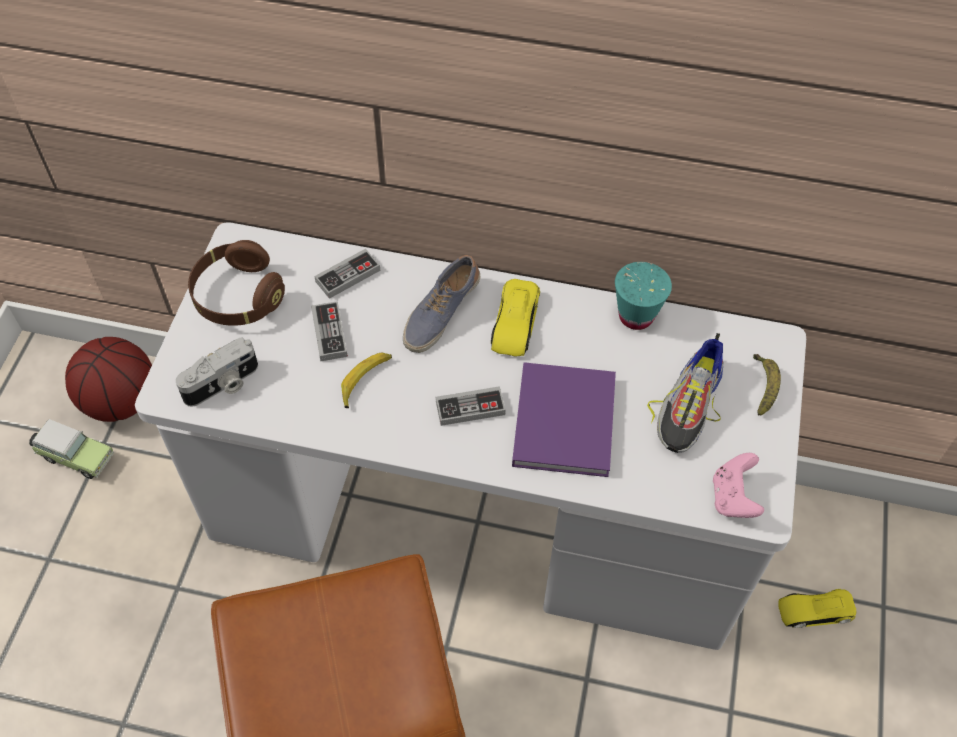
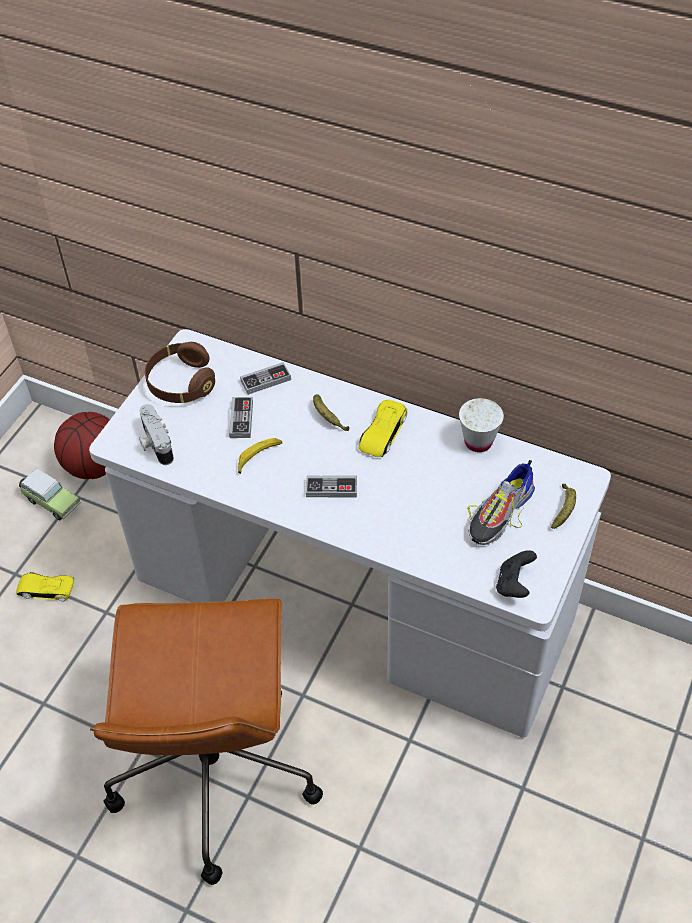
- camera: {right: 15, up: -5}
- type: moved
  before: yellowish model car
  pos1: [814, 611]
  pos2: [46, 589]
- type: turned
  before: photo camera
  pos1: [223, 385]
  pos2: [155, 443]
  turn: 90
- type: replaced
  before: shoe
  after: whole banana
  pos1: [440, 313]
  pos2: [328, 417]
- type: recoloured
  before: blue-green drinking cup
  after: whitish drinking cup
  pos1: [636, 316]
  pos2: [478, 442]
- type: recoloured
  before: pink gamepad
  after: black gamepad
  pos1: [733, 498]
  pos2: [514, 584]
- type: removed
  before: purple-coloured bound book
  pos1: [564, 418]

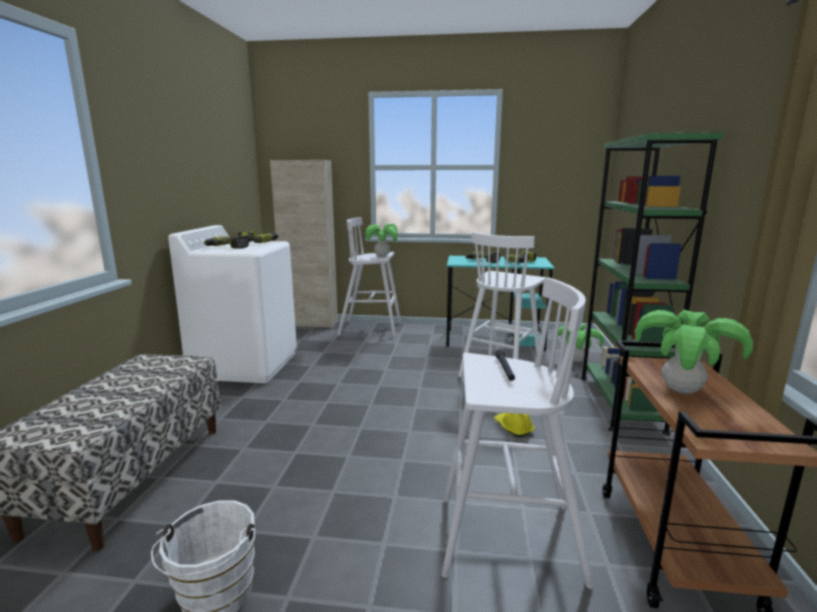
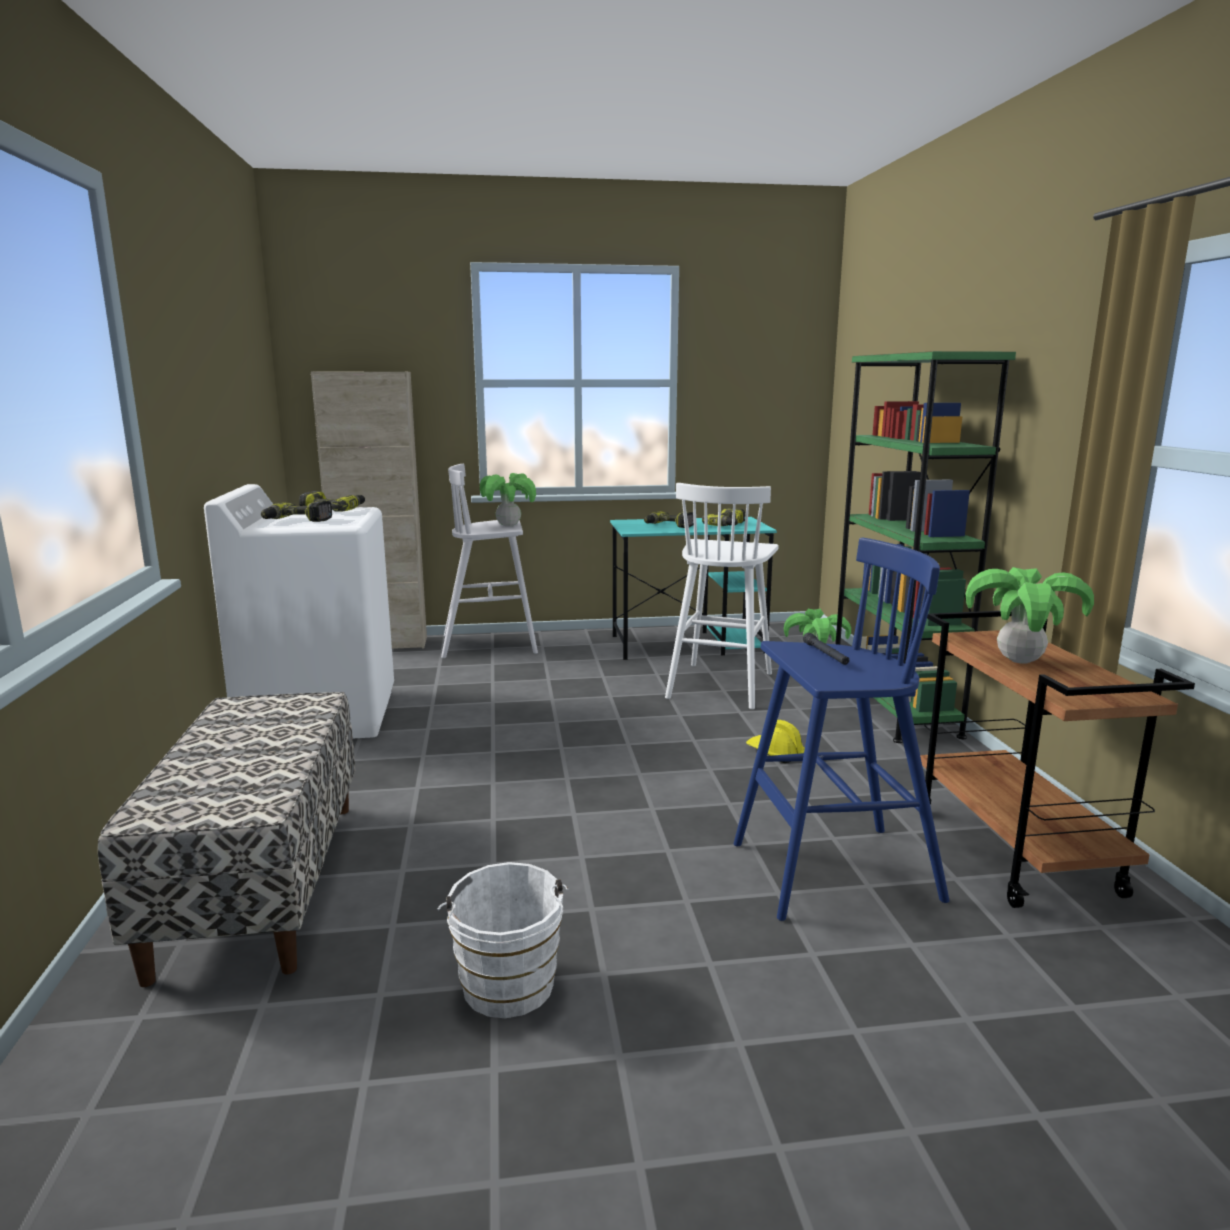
- camera: {right: -15, up: 0}
- type: recoloured
  before: whitish stool seat
  after: blue stool seat
  pos1: [506, 538]
  pos2: [830, 872]

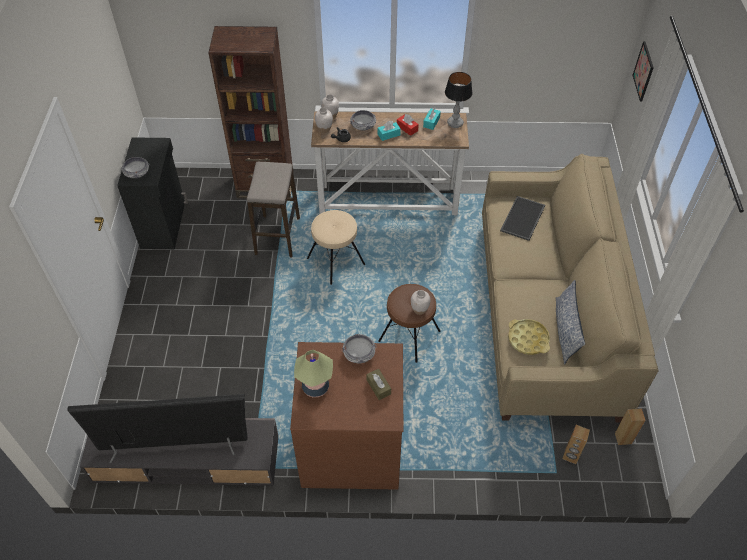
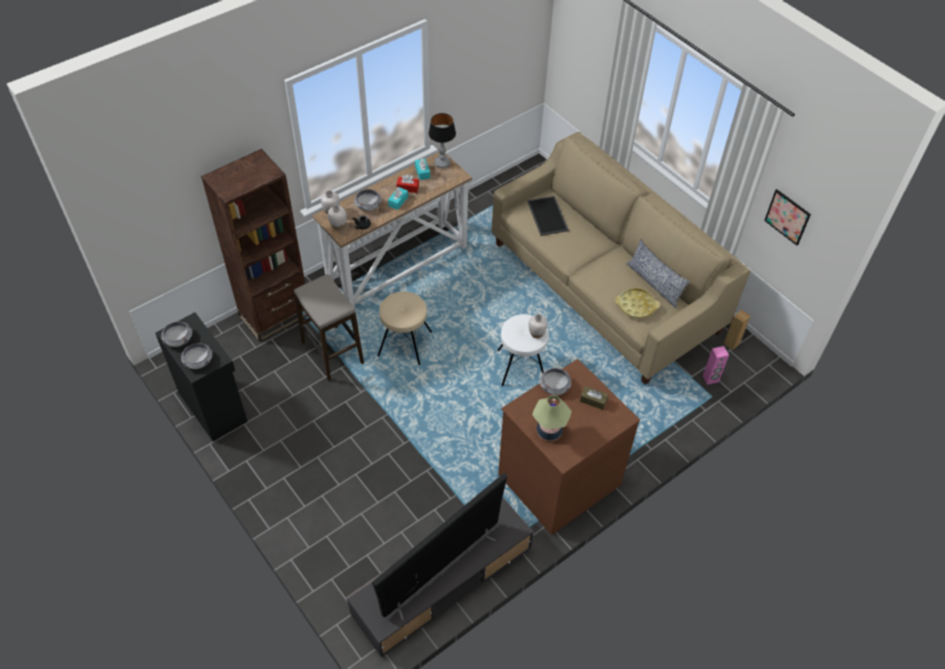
- camera: {right: -40, up: 0}
- type: added
  after: serving bowl
  pos2: [178, 338]
- type: recoloured
  before: brown stool seat
  after: whitish stool seat
  pos1: [409, 336]
  pos2: [521, 367]
- type: recoloured
  before: brown speaker
  after: pink speaker
  pos1: [570, 456]
  pos2: [710, 379]
- type: moved
  before: wall art
  pos1: [643, 71]
  pos2: [787, 217]

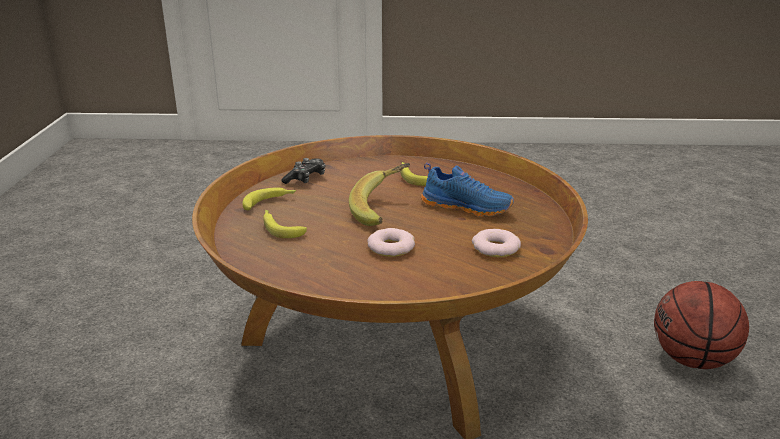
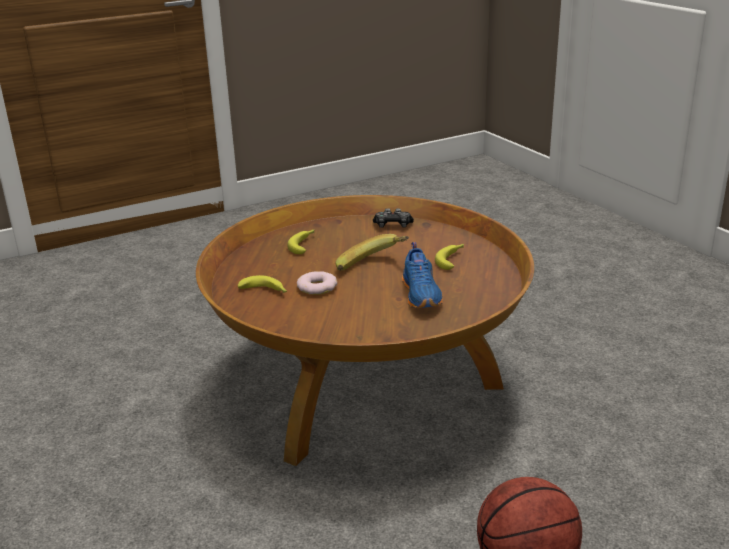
- camera: {right: 60, up: 0}
- type: moved
  before: whole banana
  pos1: [269, 202]
  pos2: [265, 291]
- type: removed
  before: donut
  pos1: [495, 248]

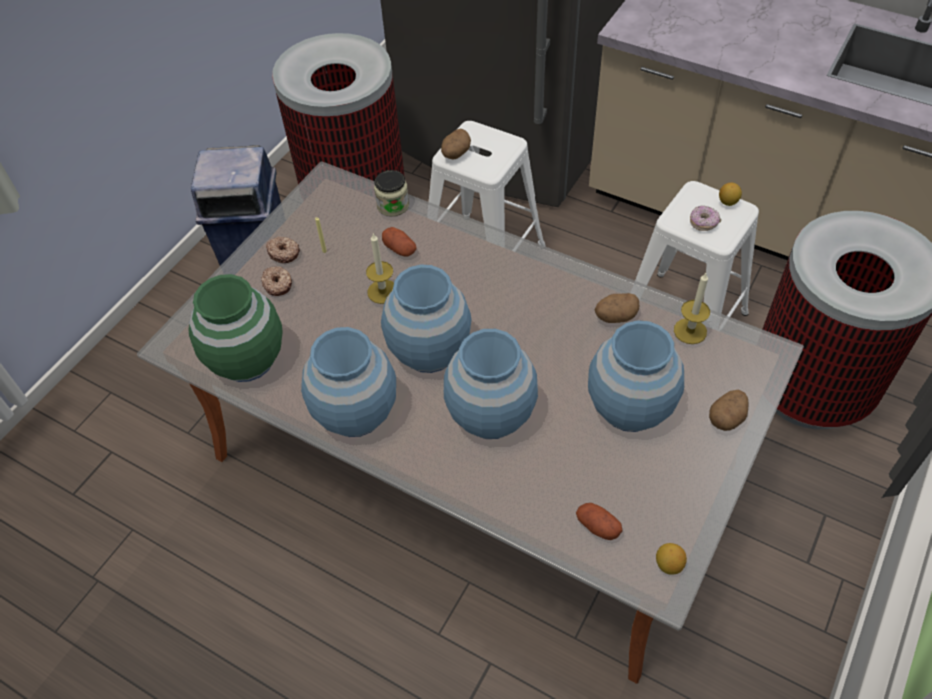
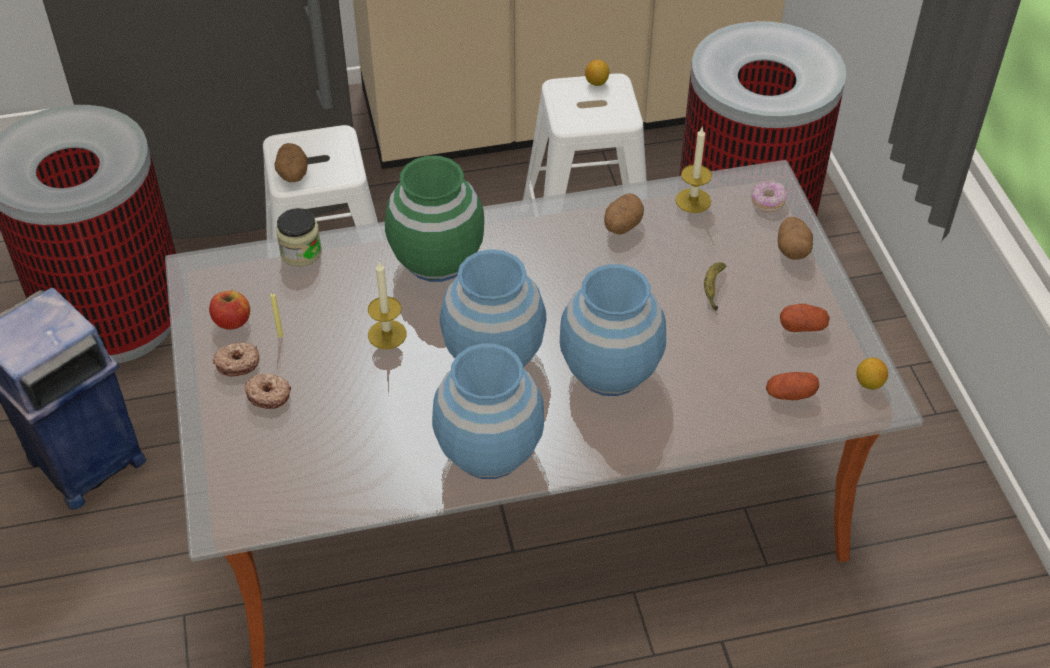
- camera: {right: -45, up: -5}
- type: added
  after: apple fruit
  pos2: [232, 321]
- type: moved
  before: green-coloured flower vase
  pos1: [246, 359]
  pos2: [436, 260]
- type: replaced
  before: blue flower vase
  after: whole banana
  pos1: [630, 406]
  pos2: [713, 289]
- type: moved
  before: donut
  pos1: [703, 223]
  pos2: [768, 202]
- type: moved
  before: potato
  pos1: [400, 249]
  pos2: [802, 326]

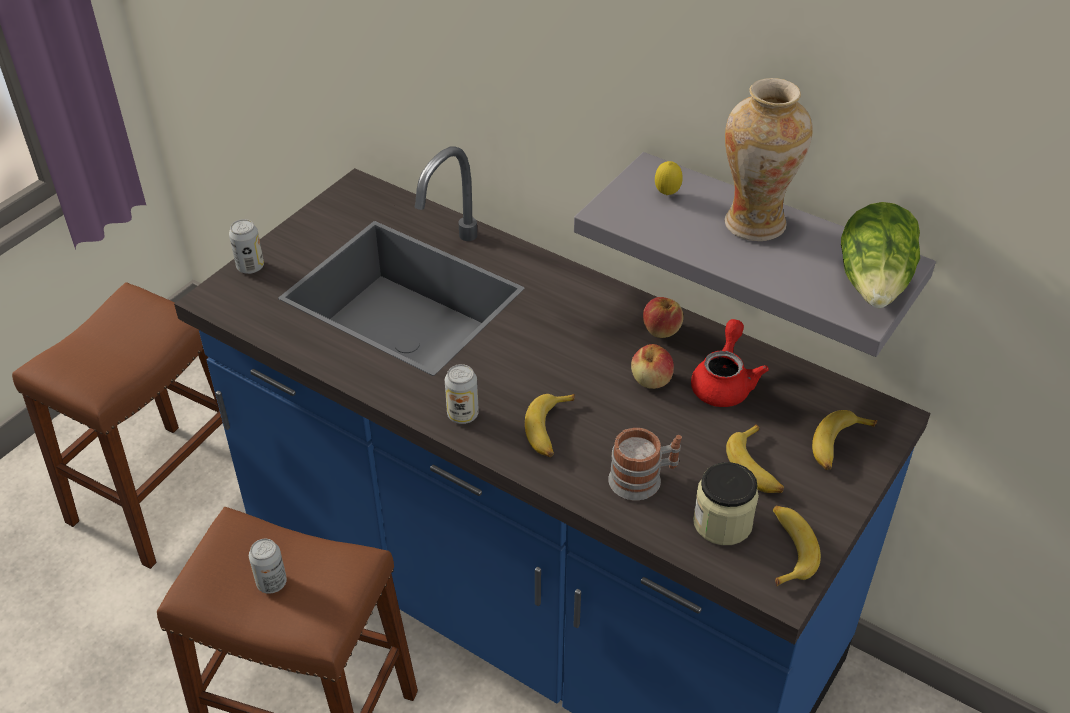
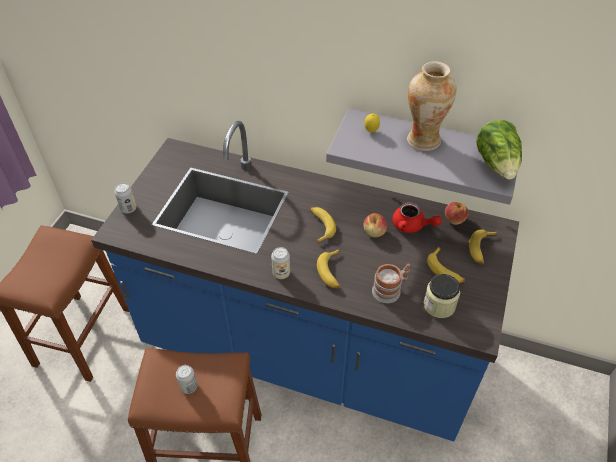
- camera: {right: -15, up: 5}
- type: moved
  before: whole banana
  pos1: [787, 549]
  pos2: [320, 226]
- type: turned
  before: reddish pot for tea
  pos1: [724, 383]
  pos2: [412, 226]
  turn: 120
- type: moved
  before: apple fruit
  pos1: [661, 329]
  pos2: [454, 219]

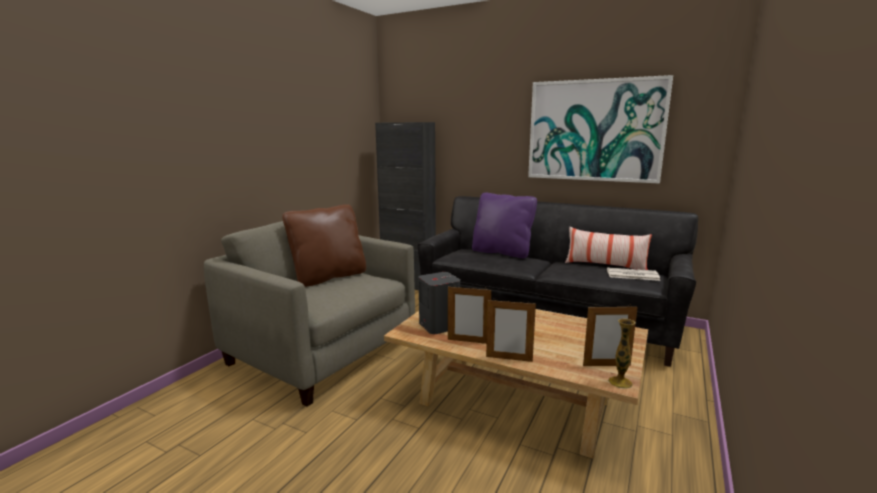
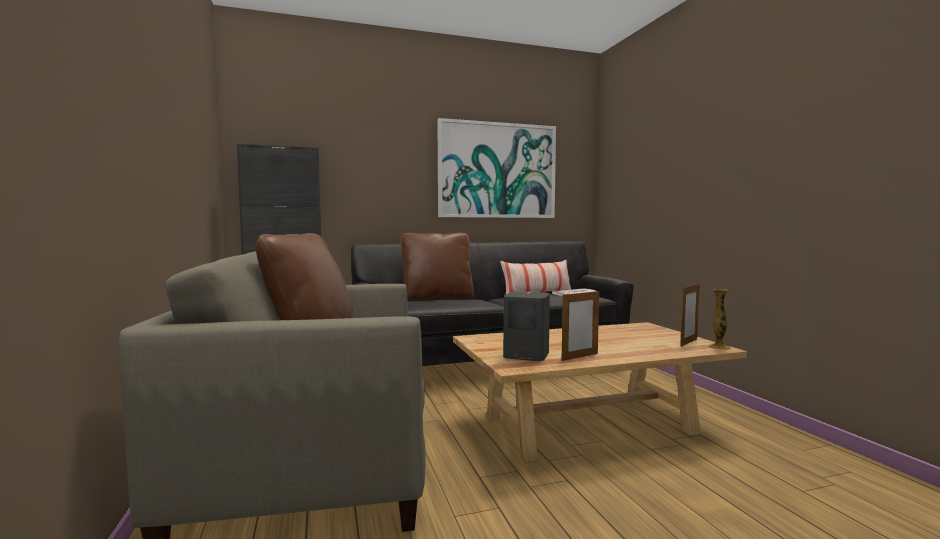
- camera: {right: -45, up: -10}
- type: recoloured
  before: purple-coloured cushion
  after: brown cushion
  pos1: [502, 252]
  pos2: [437, 298]
- type: removed
  before: picture frame
  pos1: [509, 359]

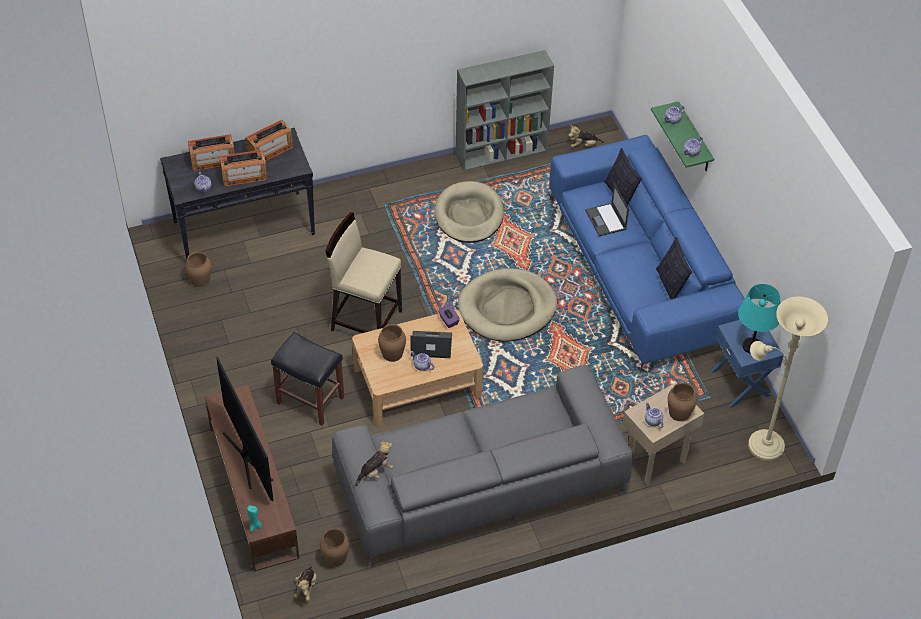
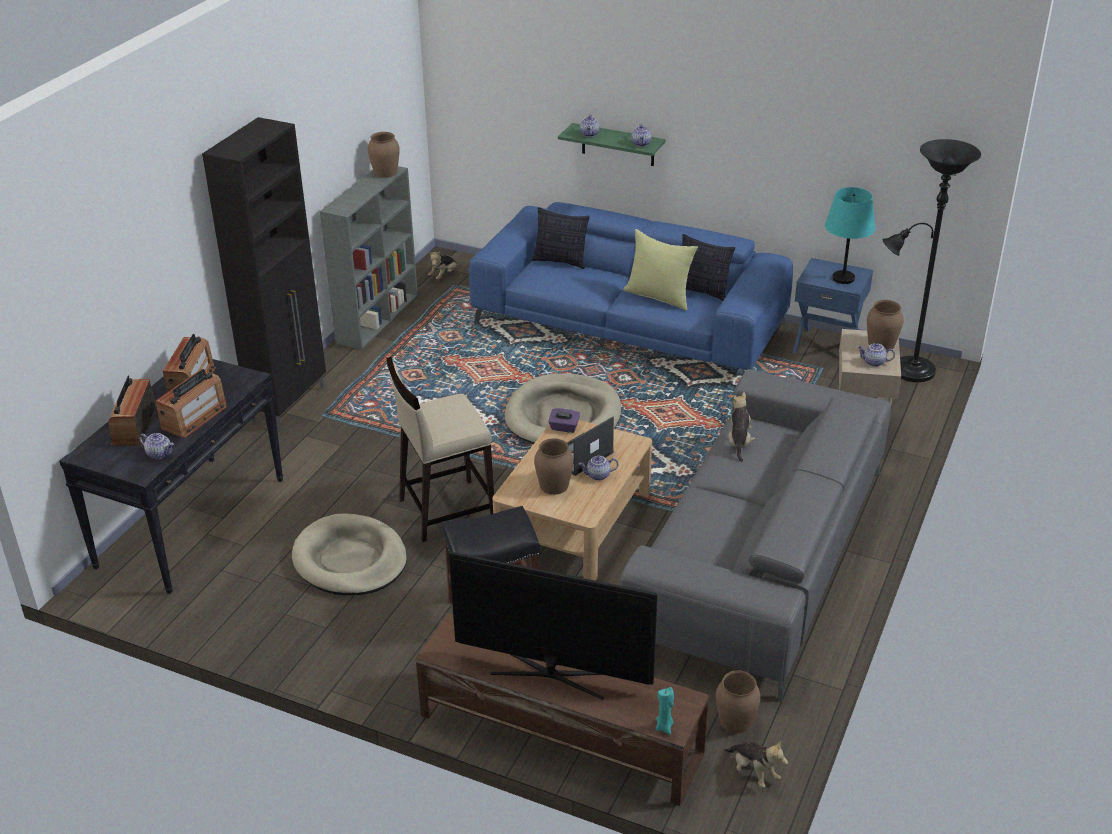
- camera: {right: -45, up: -15}
- type: turned
  before: radio set
  pos1: [213, 160]
  pos2: [134, 426]
  turn: 150
- type: added
  after: black cupboard
  pos2: [289, 404]
- type: moved
  before: beige-coloured dog cushion
  pos1: [469, 215]
  pos2: [350, 560]
- type: moved
  before: brown flower vase
  pos1: [200, 280]
  pos2: [385, 172]
- type: added
  after: yellowish cushion
  pos2: [659, 296]
- type: moved
  before: plush toy
  pos1: [375, 472]
  pos2: [739, 442]
- type: recoloured
  before: beige-coloured standard lamp
  after: black standard lamp
  pos1: [762, 443]
  pos2: [907, 370]
- type: removed
  before: laptop
  pos1: [606, 220]

